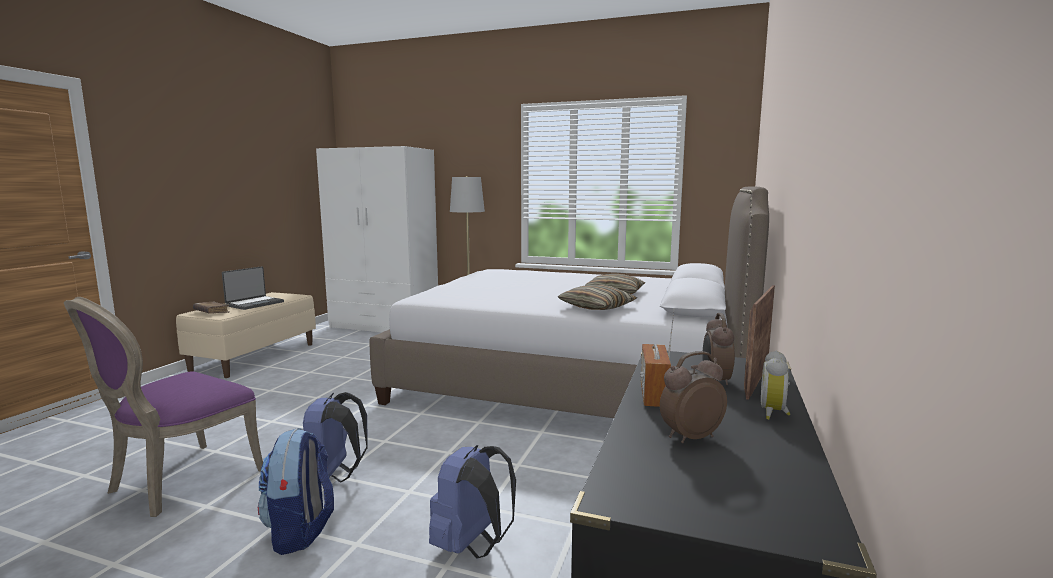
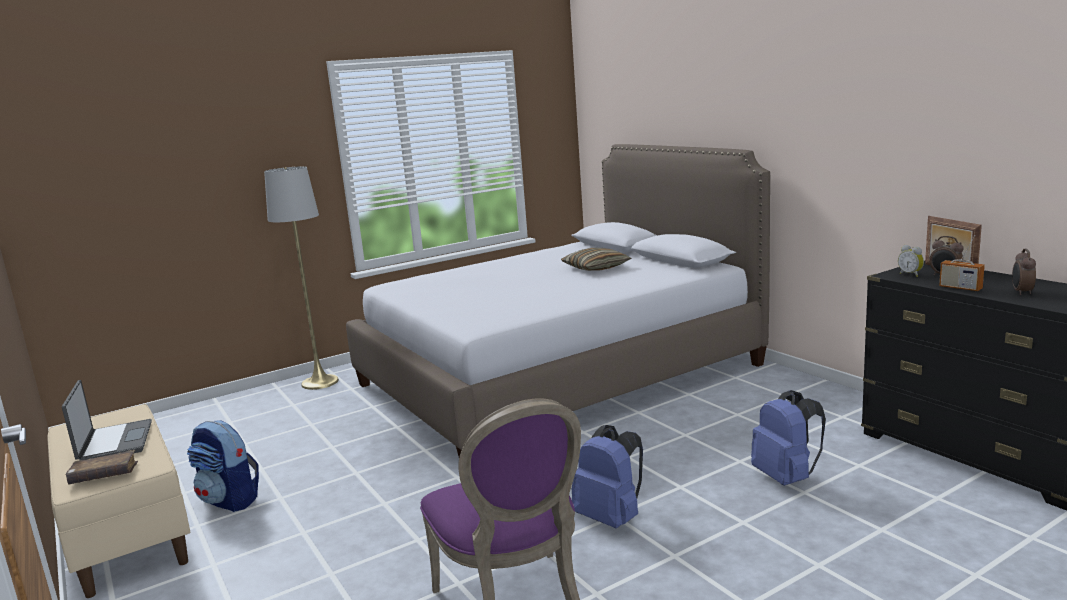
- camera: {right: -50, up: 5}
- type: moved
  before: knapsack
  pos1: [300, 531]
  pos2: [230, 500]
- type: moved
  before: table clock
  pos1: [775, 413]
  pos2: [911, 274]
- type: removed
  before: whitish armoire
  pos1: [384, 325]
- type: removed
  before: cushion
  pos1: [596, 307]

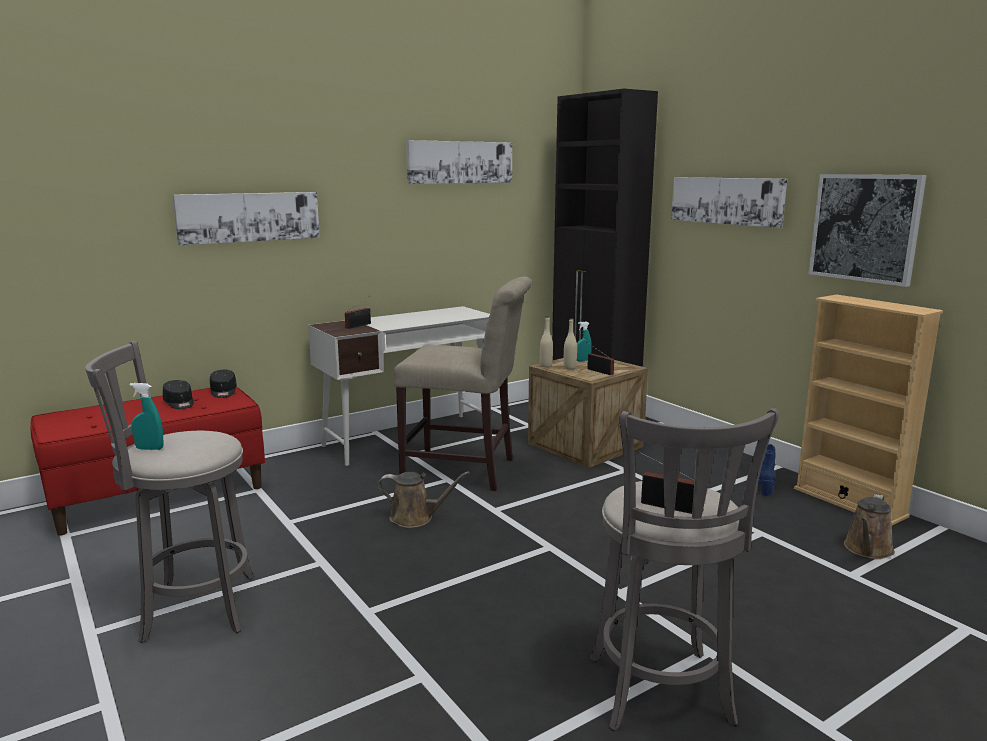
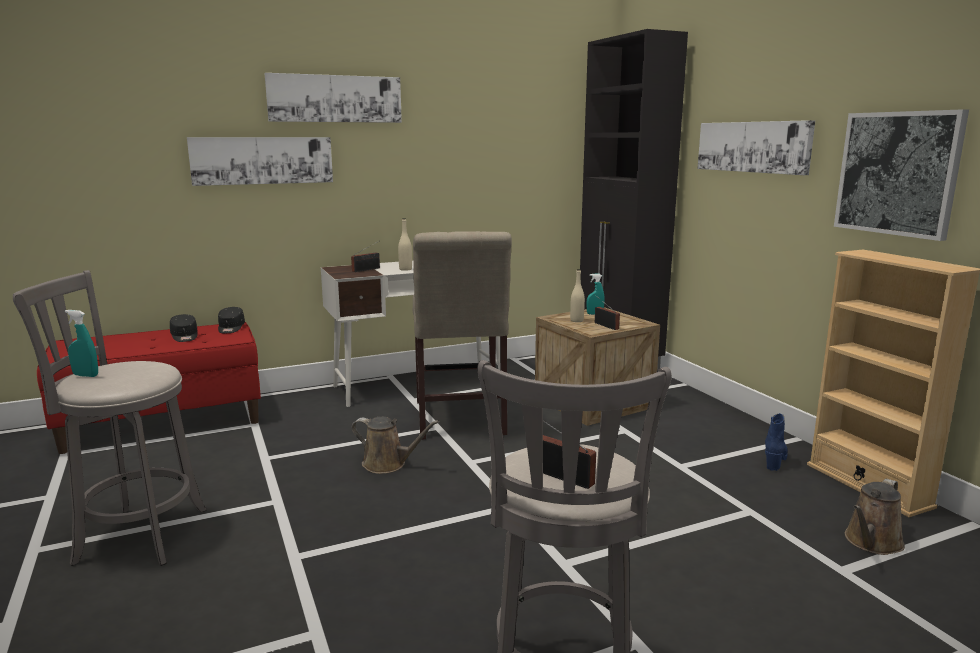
- camera: {right: 10, up: 0}
- type: moved
  before: wall art
  pos1: [460, 162]
  pos2: [335, 99]
- type: moved
  before: beige-coloured bottle
  pos1: [546, 365]
  pos2: [405, 269]
- type: turned
  before: beige-coloured upright chair
  pos1: [465, 471]
  pos2: [459, 420]
  turn: 60

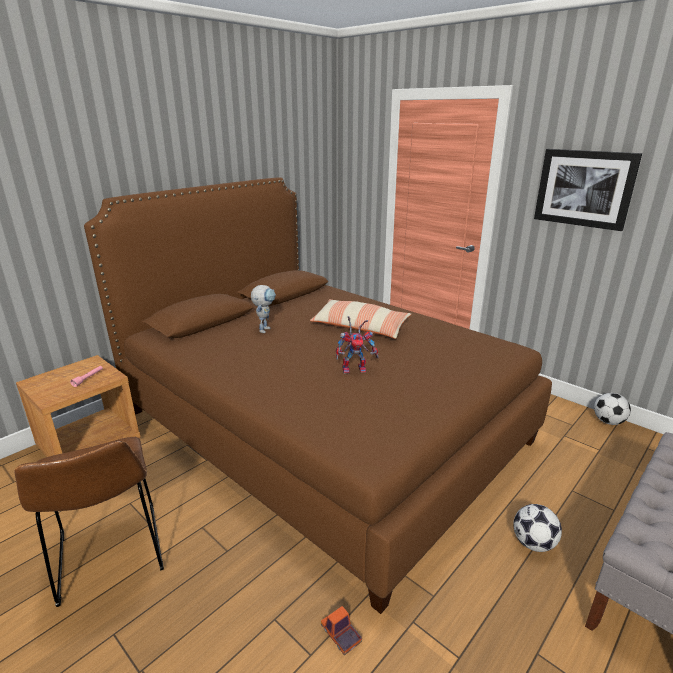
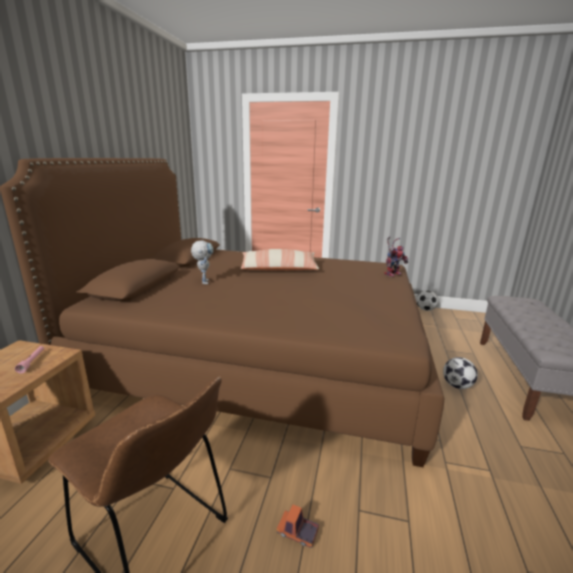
- camera: {right: -30, up: -5}
- type: moved
  before: toy lorry
  pos1: [341, 635]
  pos2: [297, 532]
- type: moved
  before: toy robot
  pos1: [355, 368]
  pos2: [392, 273]
- type: removed
  before: wall art
  pos1: [584, 188]

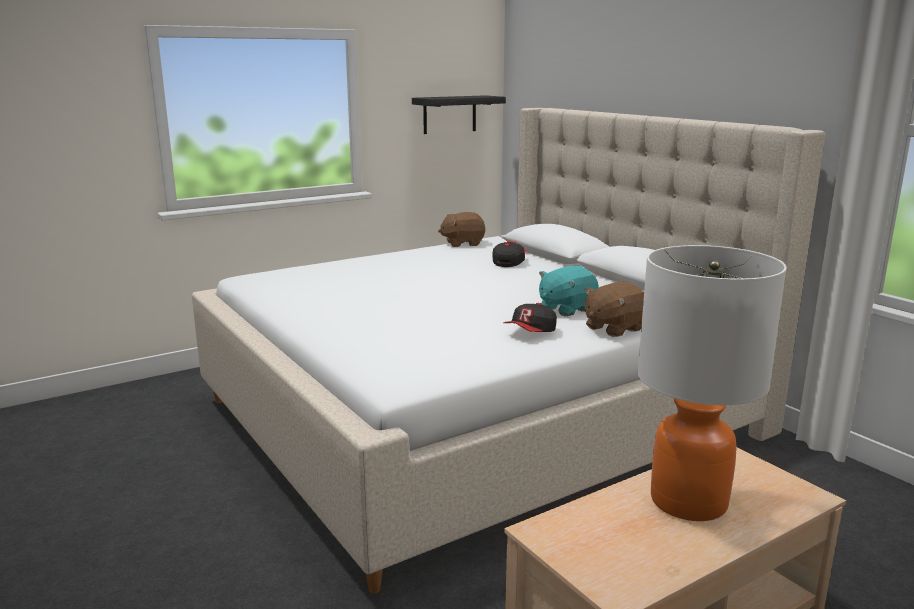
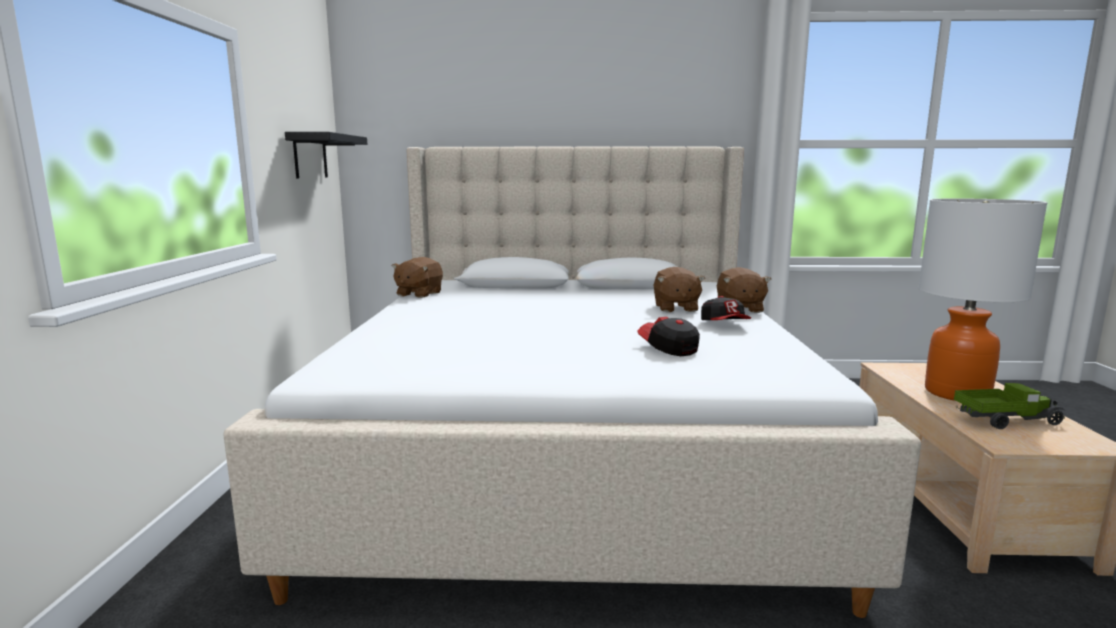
- camera: {right: -55, up: -5}
- type: moved
  before: peaked cap
  pos1: [509, 262]
  pos2: [668, 348]
- type: recoloured
  before: blue-green plush toy
  after: brown plush toy
  pos1: [566, 309]
  pos2: [675, 308]
- type: added
  after: toy lorry
  pos2: [1006, 420]

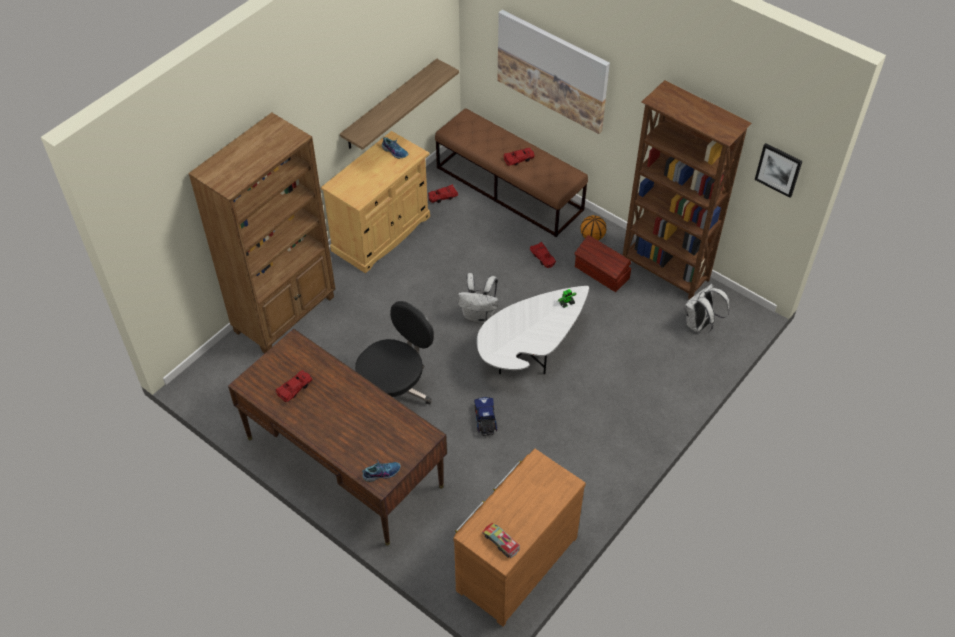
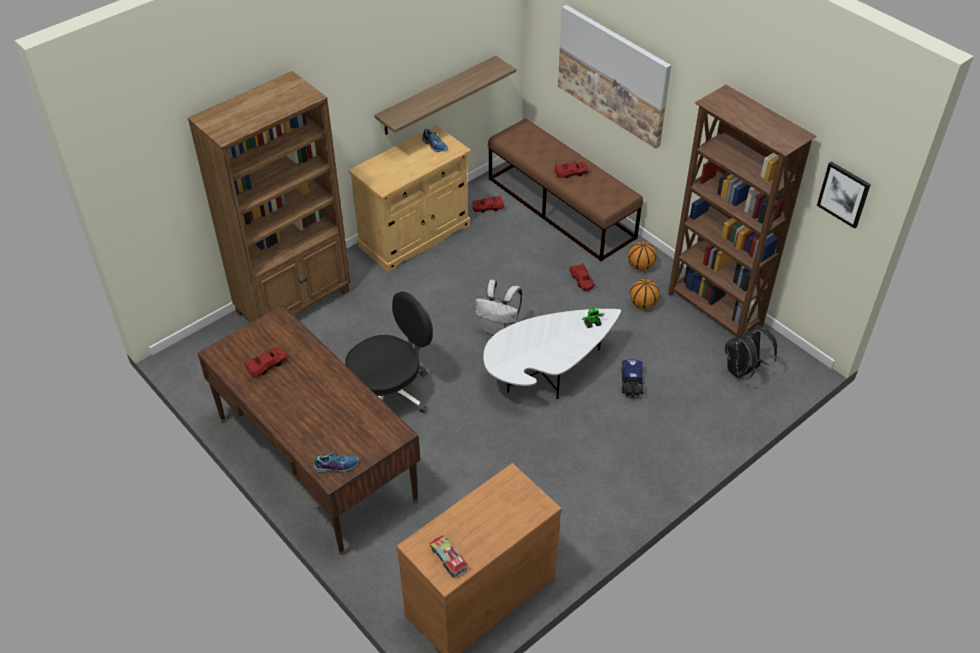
- camera: {right: 10, up: -5}
- type: moved
  before: toy lorry
  pos1: [485, 420]
  pos2: [631, 384]
- type: replaced
  before: brown storage container
  after: basketball ball
  pos1: [601, 273]
  pos2: [643, 304]
- type: recoloured
  before: whitish knapsack
  after: black knapsack
  pos1: [699, 325]
  pos2: [743, 371]

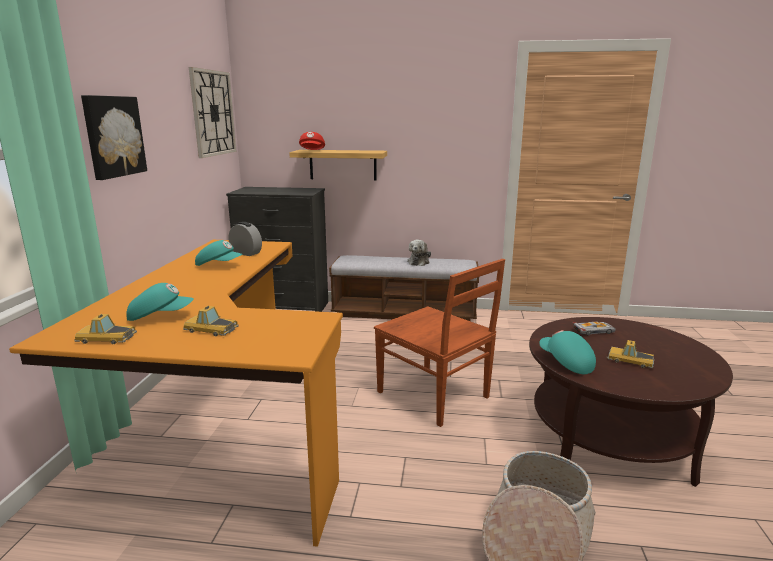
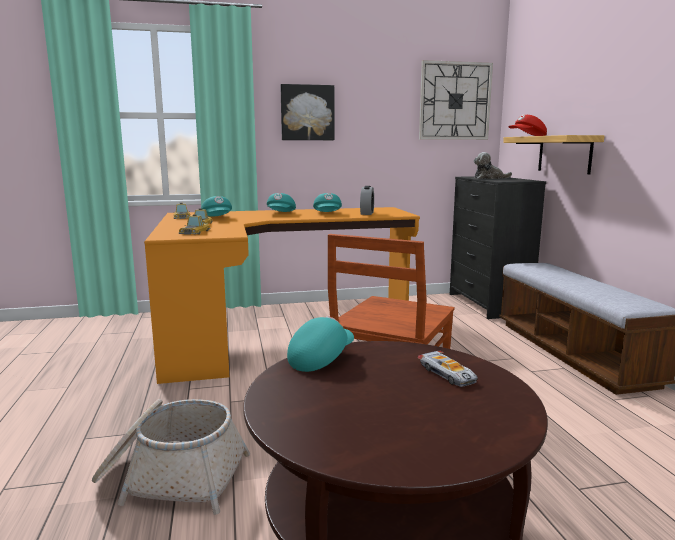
- camera: {right: 70, up: -5}
- type: moved
  before: model car
  pos1: [629, 360]
  pos2: [195, 232]
- type: added
  after: blue-green peaked cap
  pos2: [281, 213]
- type: moved
  before: plush toy
  pos1: [419, 262]
  pos2: [489, 178]

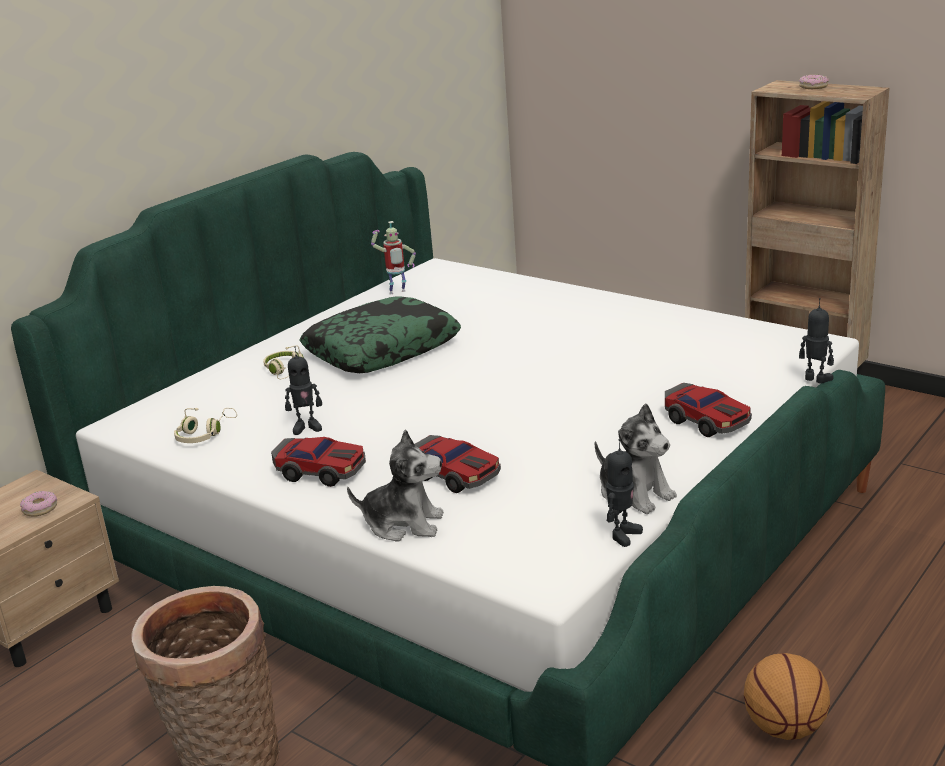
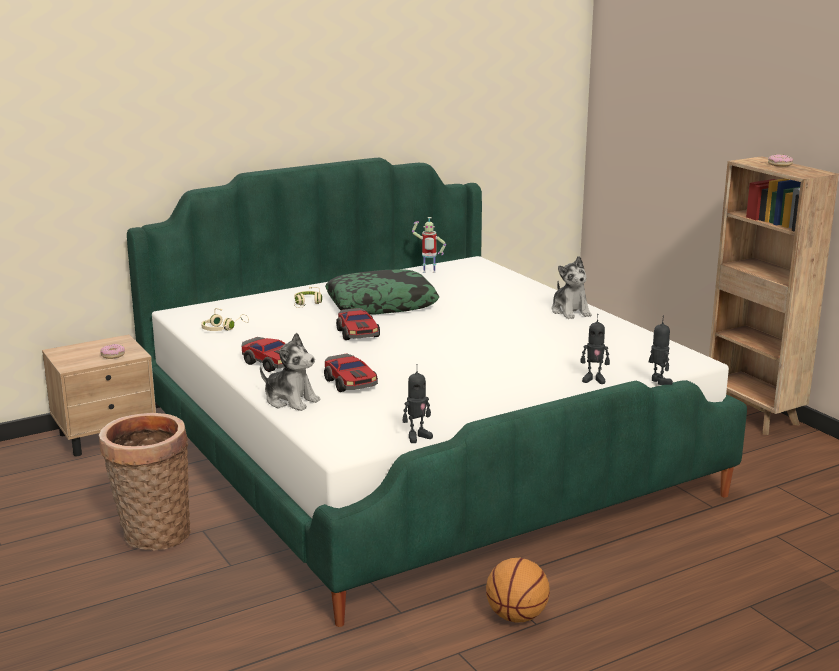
- camera: {right: 20, up: -5}
- type: moved
  before: model car
  pos1: [706, 421]
  pos2: [358, 333]
- type: moved
  before: plush toy
  pos1: [635, 493]
  pos2: [570, 311]
- type: moved
  before: toy robot
  pos1: [307, 427]
  pos2: [594, 379]

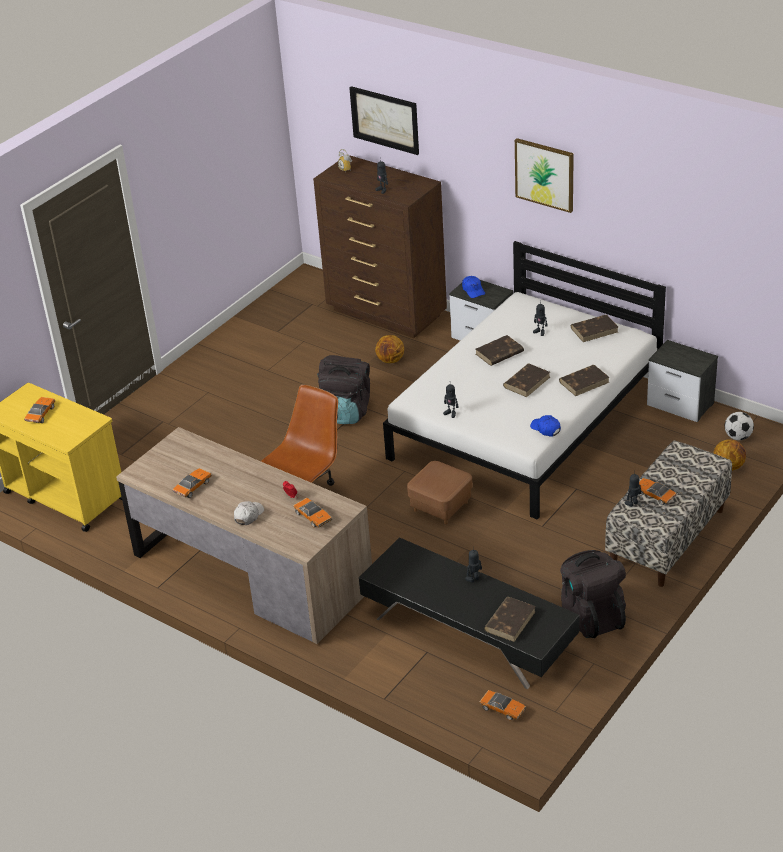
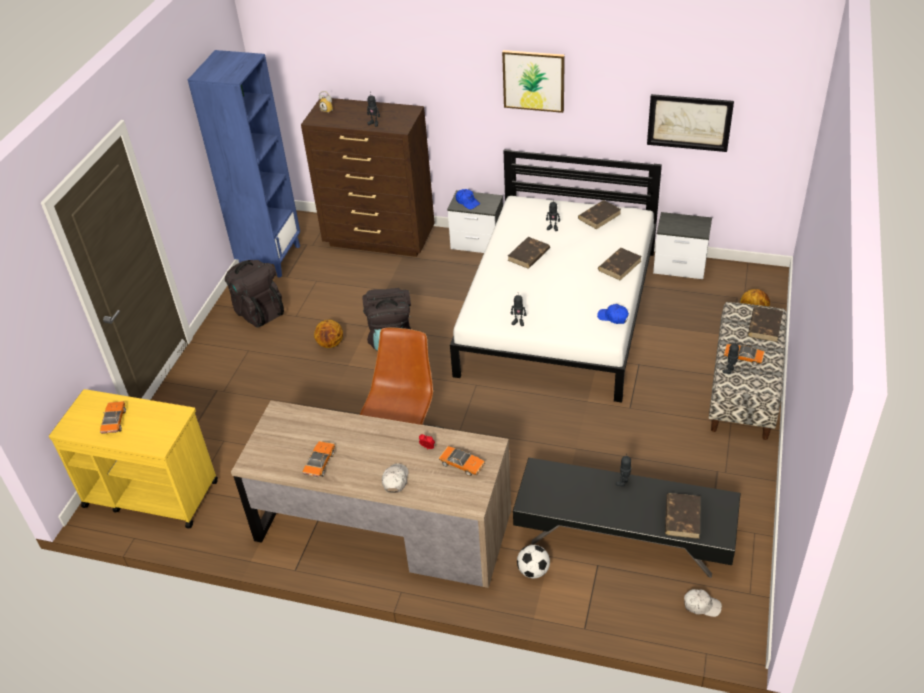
- camera: {right: -20, up: 5}
- type: added
  after: blue bookcase
  pos2: [270, 258]
- type: moved
  before: black knapsack
  pos1: [591, 616]
  pos2: [258, 311]
- type: moved
  before: basketball ball
  pos1: [390, 360]
  pos2: [330, 344]
- type: moved
  before: football ball
  pos1: [738, 437]
  pos2: [533, 571]
- type: moved
  before: wall art
  pos1: [385, 119]
  pos2: [689, 122]
- type: replaced
  before: model car
  after: whitish peaked cap
  pos1: [503, 709]
  pos2: [701, 605]
- type: moved
  before: brown bound book
  pos1: [527, 382]
  pos2: [765, 325]
- type: removed
  before: brown pouffe
  pos1: [441, 506]

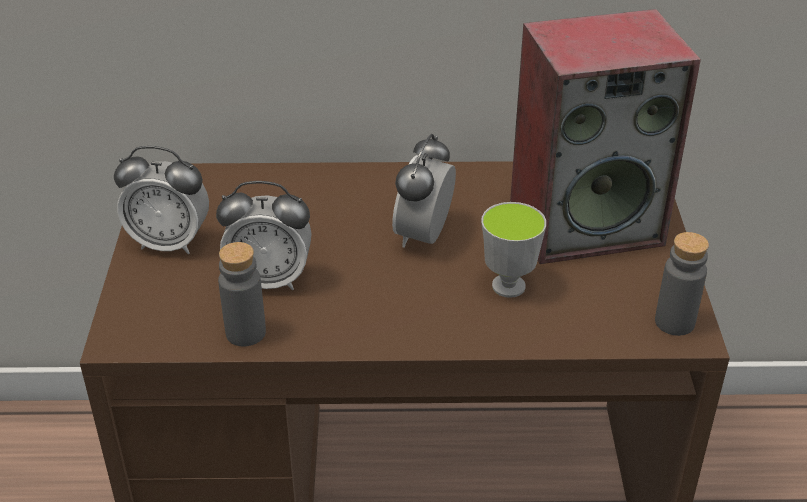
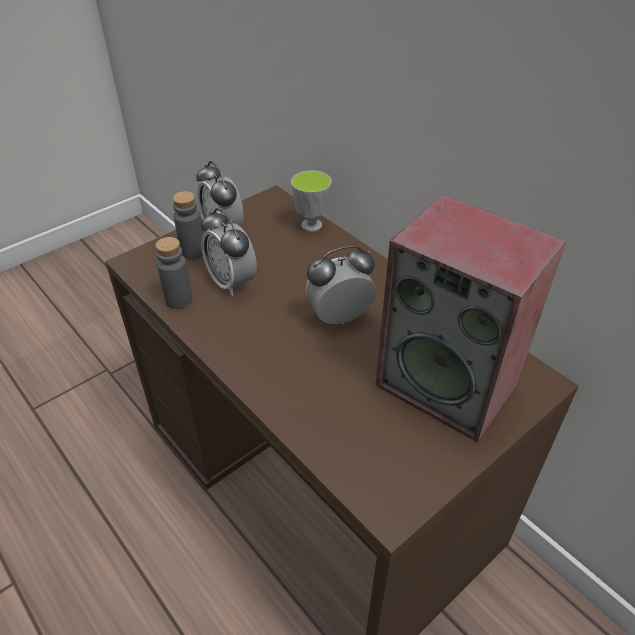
- camera: {right: 50, up: 5}
- type: moved
  before: greyish bottle
  pos1: [674, 322]
  pos2: [193, 252]
- type: moved
  before: drinking cup
  pos1: [508, 286]
  pos2: [311, 225]

